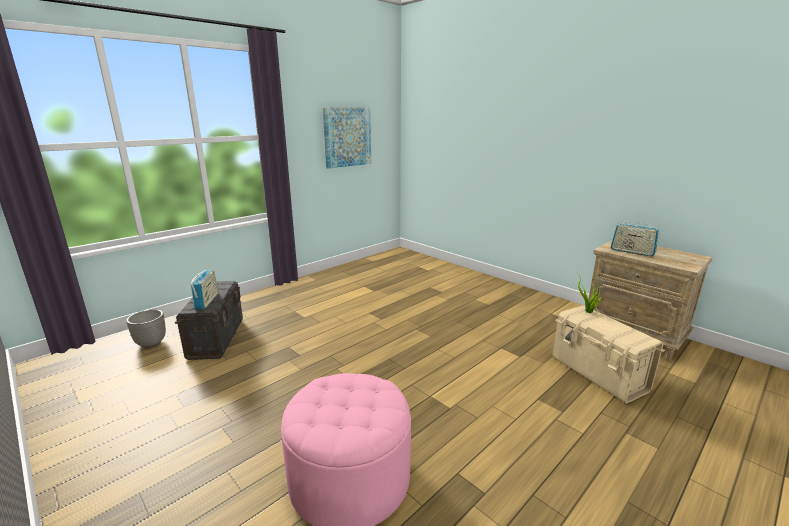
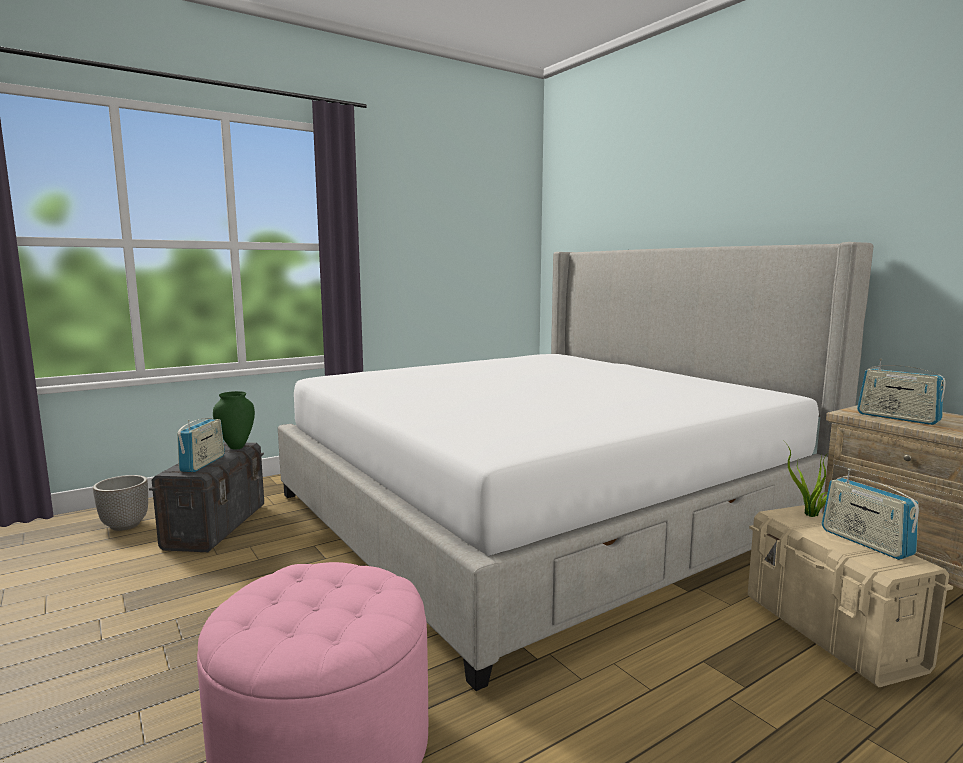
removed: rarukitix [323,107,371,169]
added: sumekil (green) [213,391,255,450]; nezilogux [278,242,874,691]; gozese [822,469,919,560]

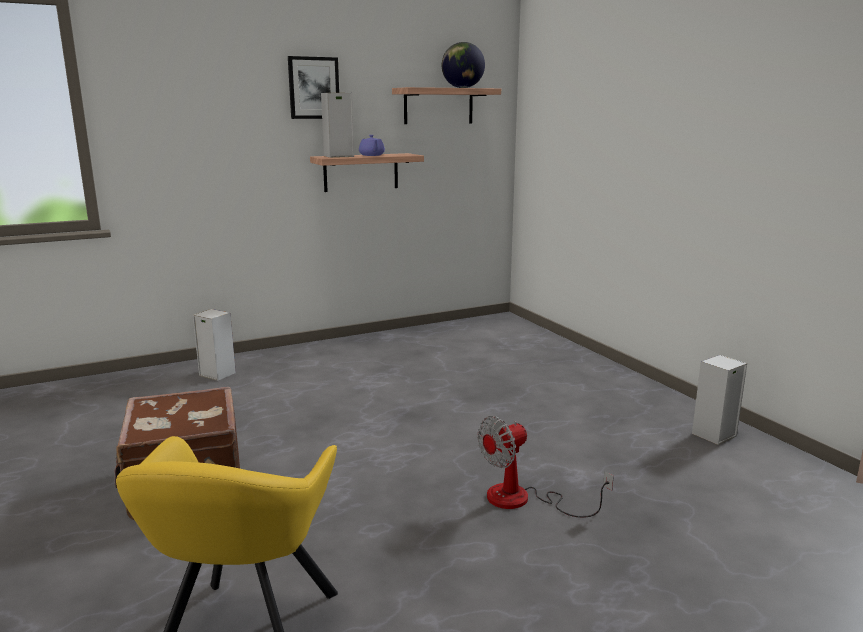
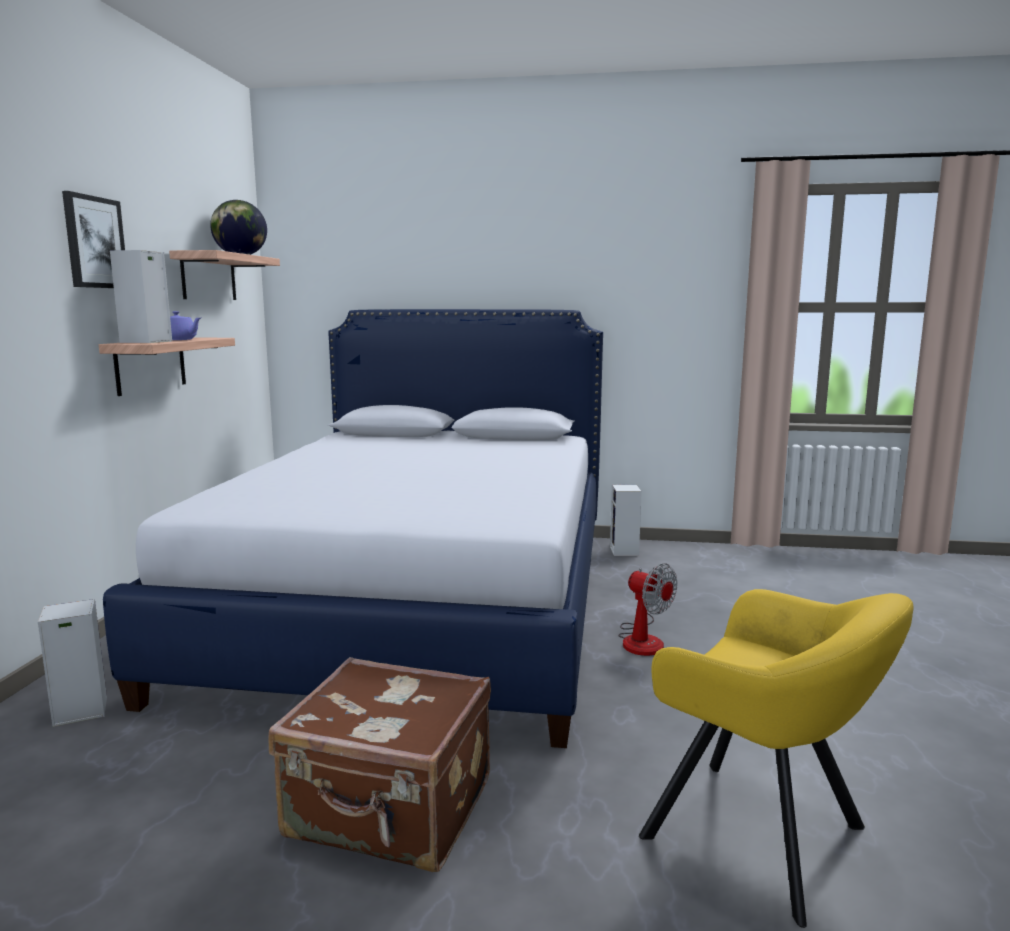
added: nezilogux [103,309,603,748]
turned: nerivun [477,416,614,518] = [618,563,677,656] 45 degrees counterclockwise

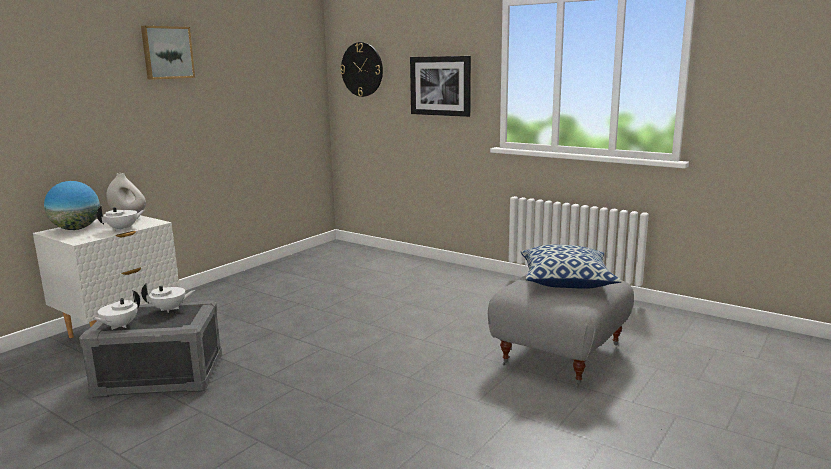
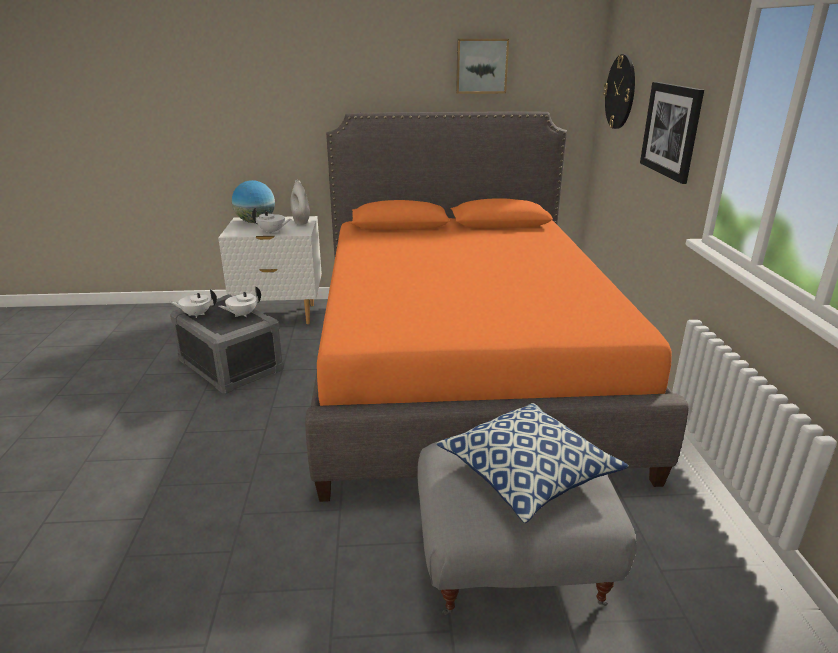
added: nezilogux (orange) [305,111,689,502]
moved: rarukitix [141,26,195,80] to [456,39,509,94]
turned: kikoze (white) [141,283,195,313] = [218,286,261,317] 105 degrees clockwise

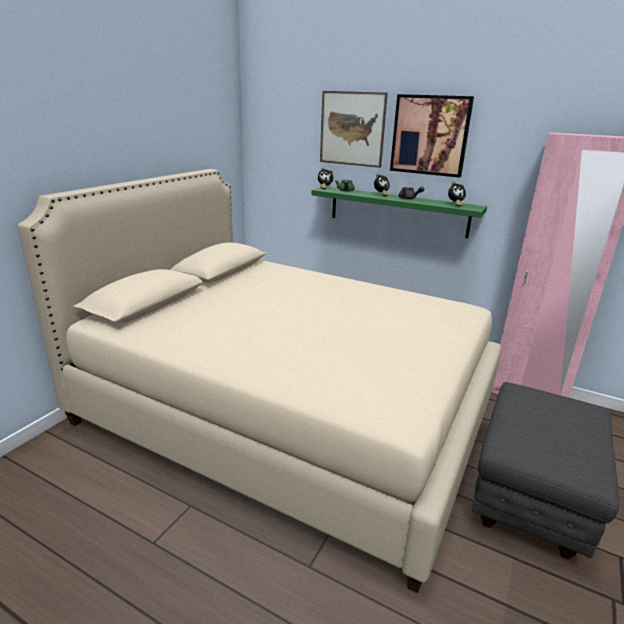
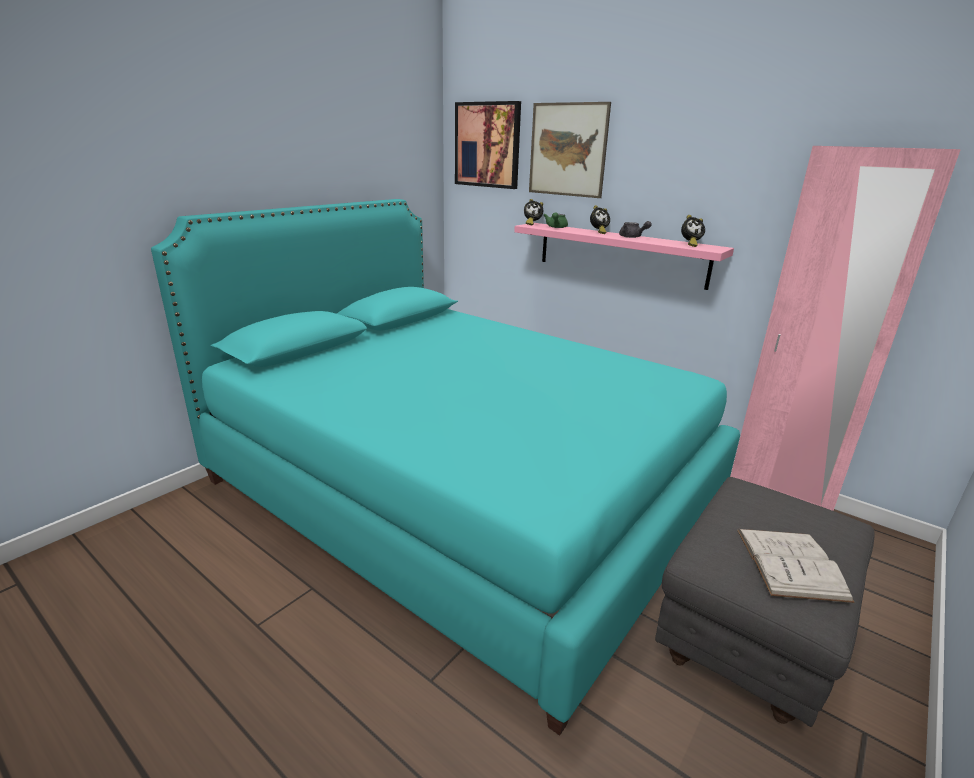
added: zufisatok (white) [737,529,855,603]
moved: rarukitix [390,94,474,178] to [455,101,521,189]
recoloured: nezilogux (beige) [18,169,502,593] to nezilogux (turquoise) [151,199,740,736]; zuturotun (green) [312,187,487,238] to zuturotun (pink) [514,223,734,290]

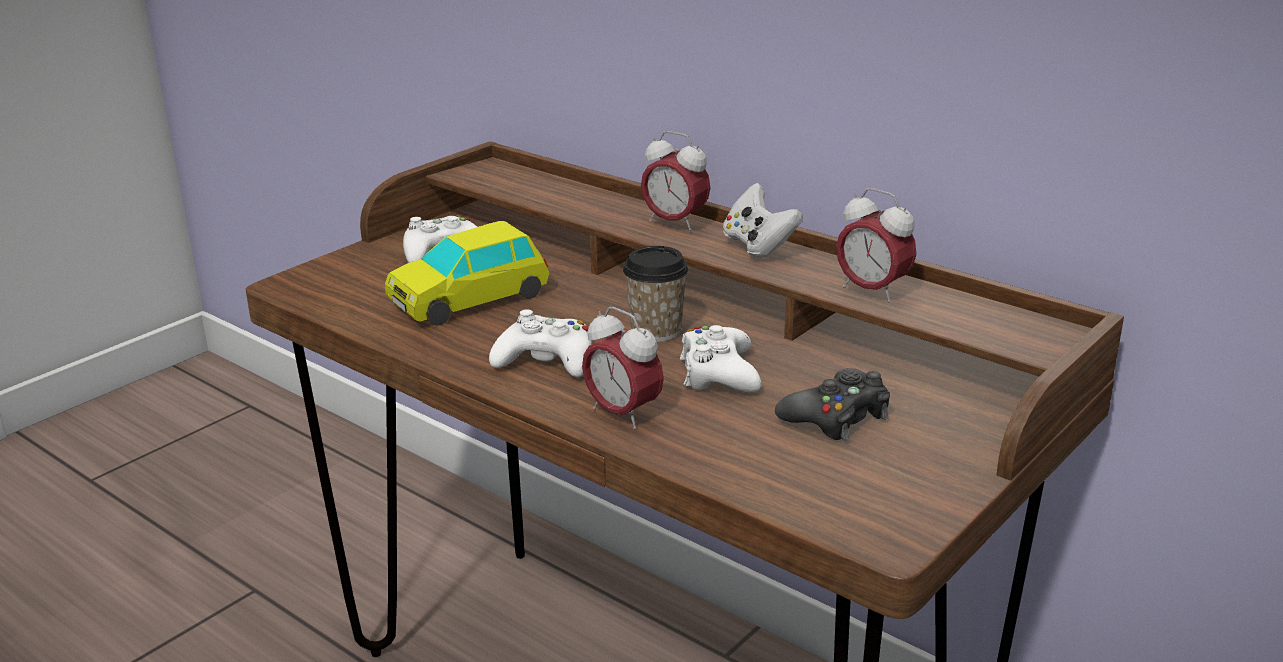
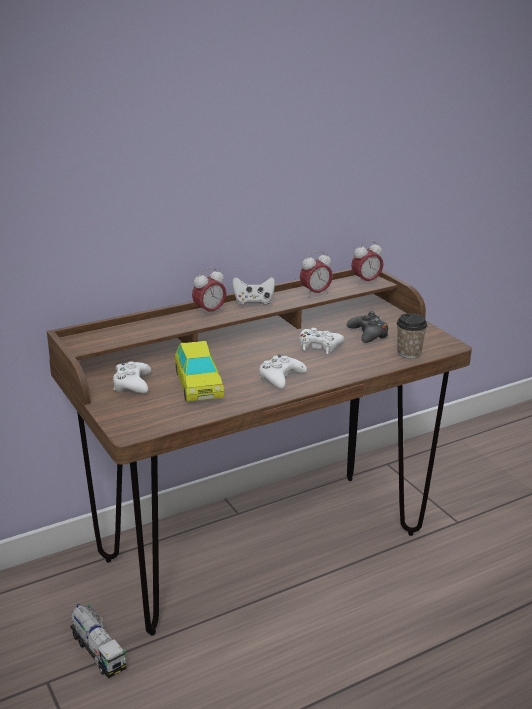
added: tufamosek [70,603,126,678]
moved: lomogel [582,307,664,429] to [351,240,383,285]; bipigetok [623,246,689,342] to [397,313,427,358]

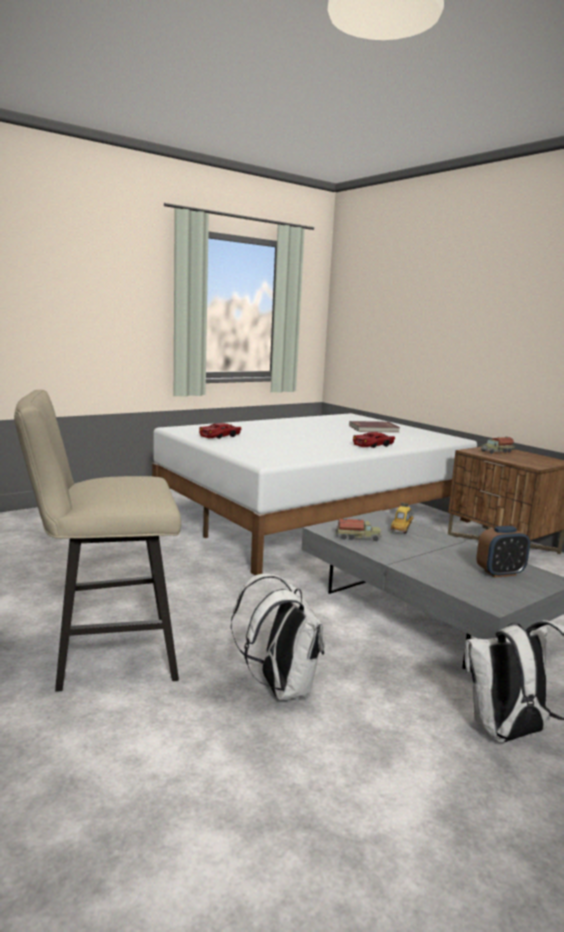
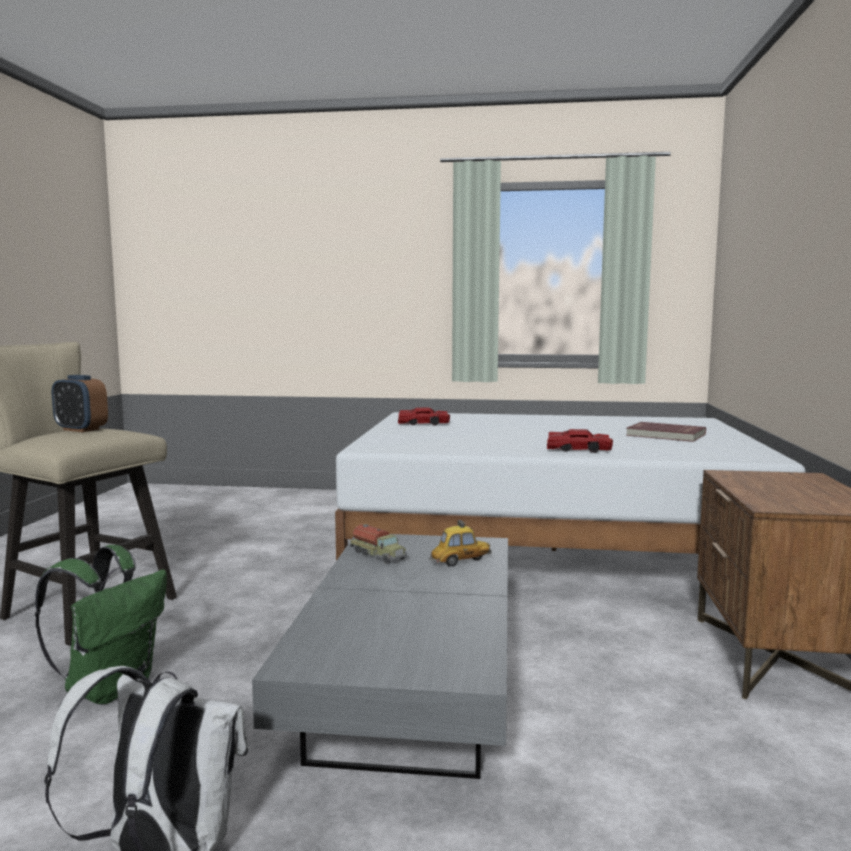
removed: tufamosek [481,437,515,454]
moved: lomogel [476,526,530,578] to [52,375,108,432]
recoloured: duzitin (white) [231,573,324,700] to duzitin (green) [35,545,167,704]

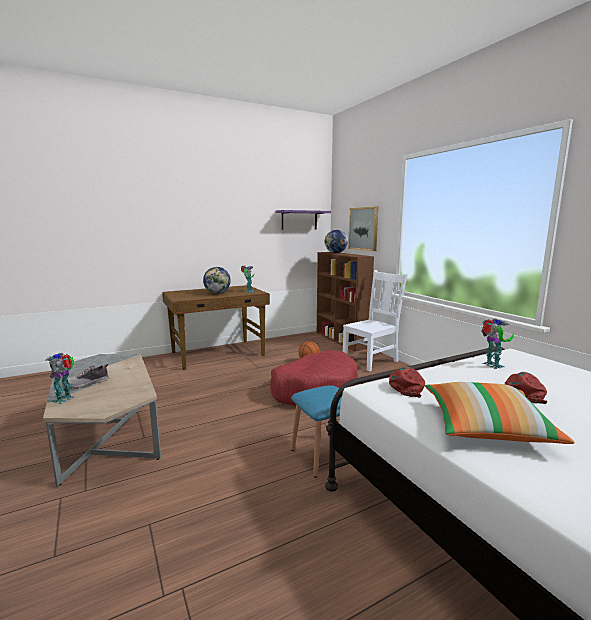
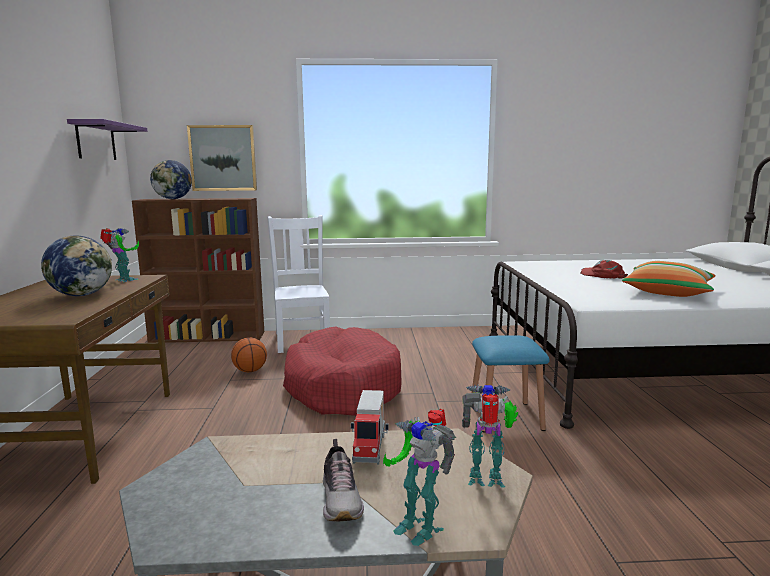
removed: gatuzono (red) [389,367,425,397]
added: tufamosek [351,390,389,465]
moved: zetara [481,319,514,369] to [462,384,518,488]

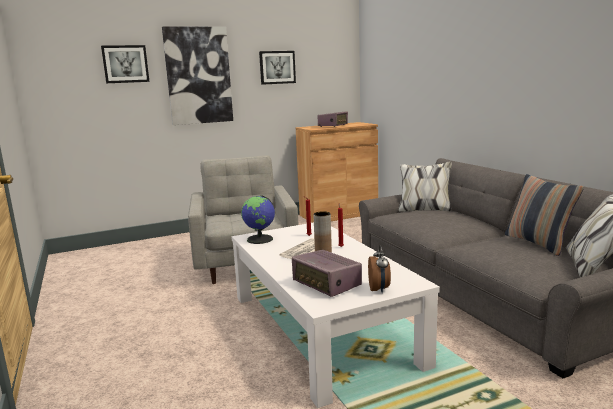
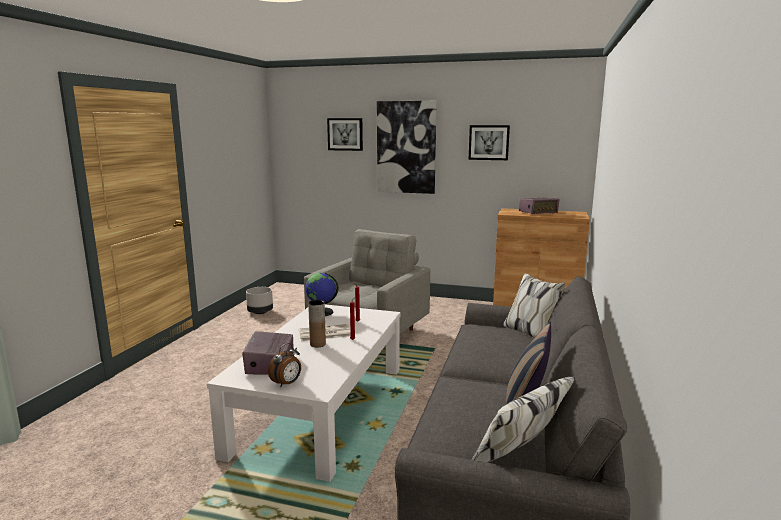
added: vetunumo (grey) [246,287,273,314]

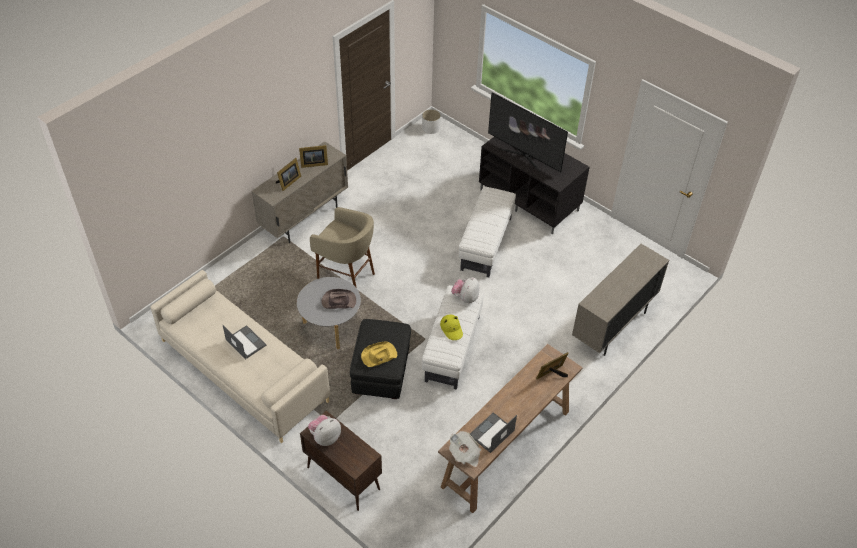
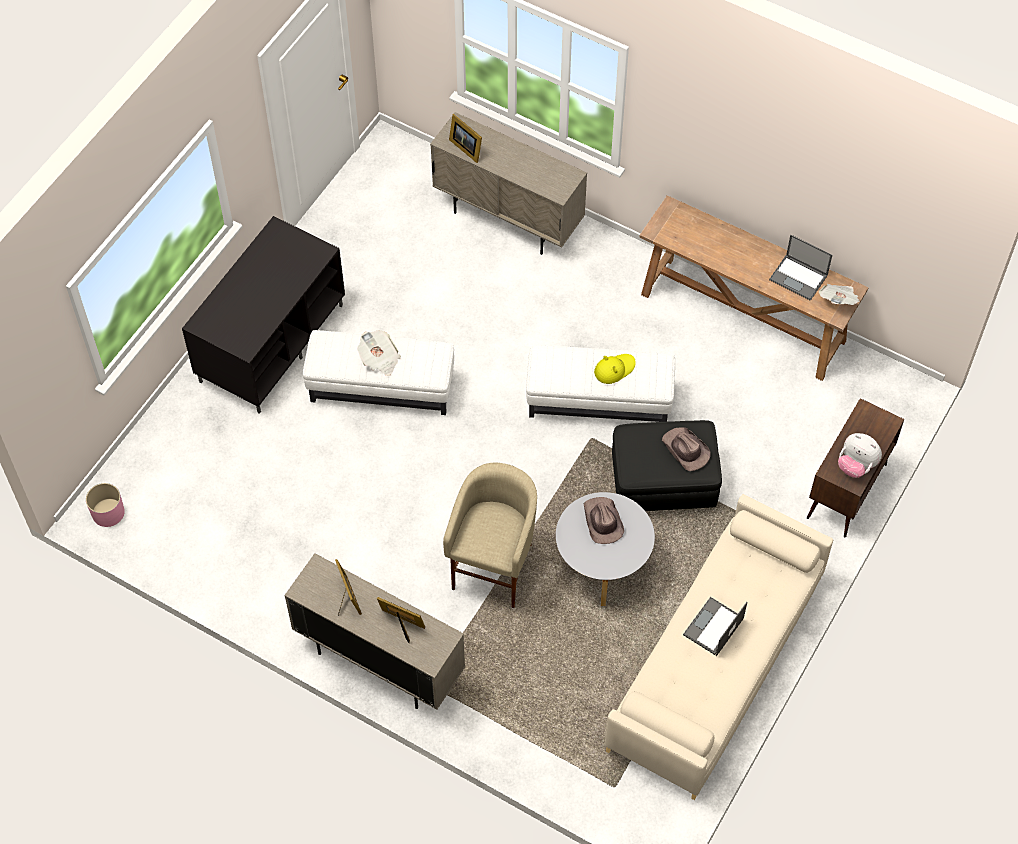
removed: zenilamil [451,277,479,303]; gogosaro [488,93,568,172]
added: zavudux [357,330,401,376]
moved: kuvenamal [536,352,569,379] to [449,114,482,163]
recoloured: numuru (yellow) [361,341,397,367] to numuru (brown) [662,427,710,471]; vetunumo (white) [422,110,441,134] to vetunumo (pink) [86,483,125,527]

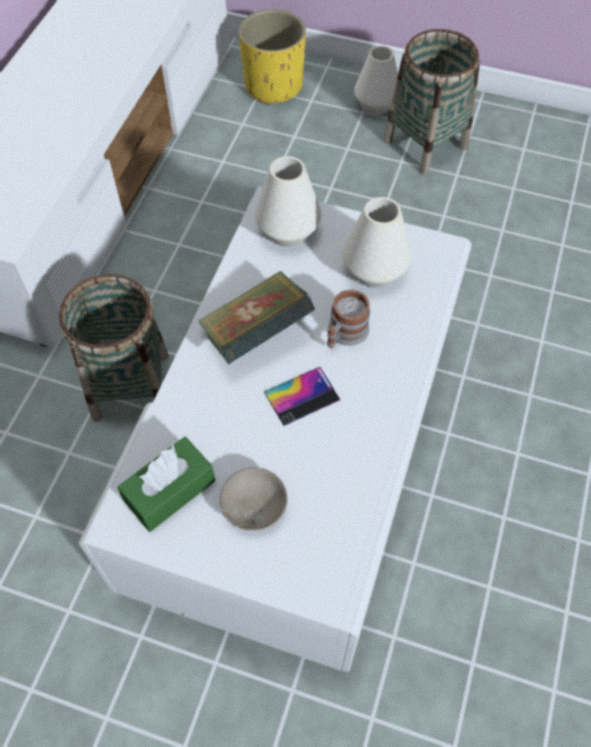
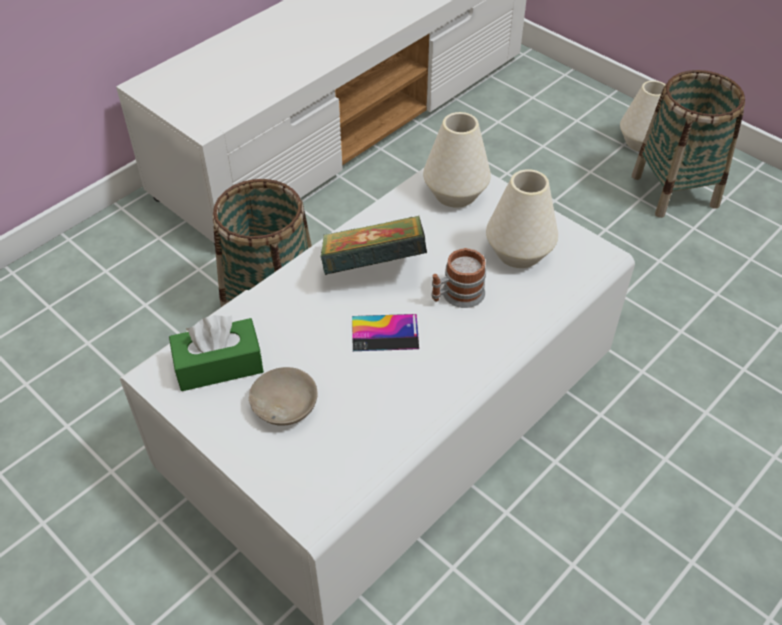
removed: vetunumo (yellow) [239,9,306,105]

